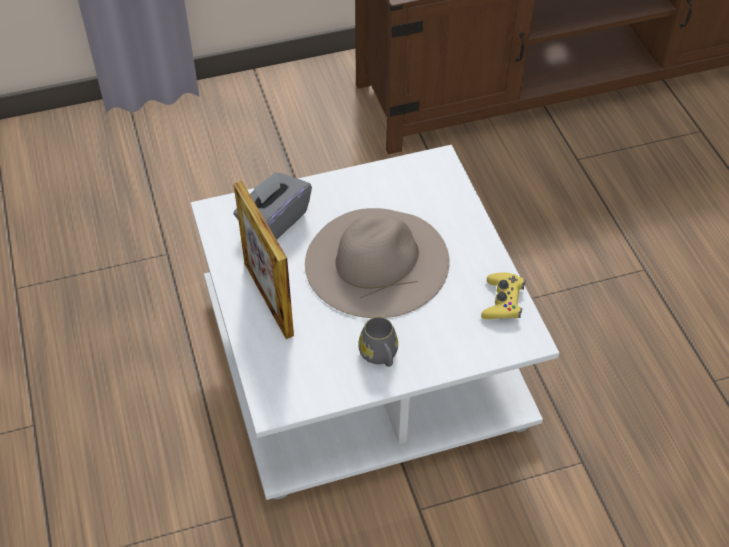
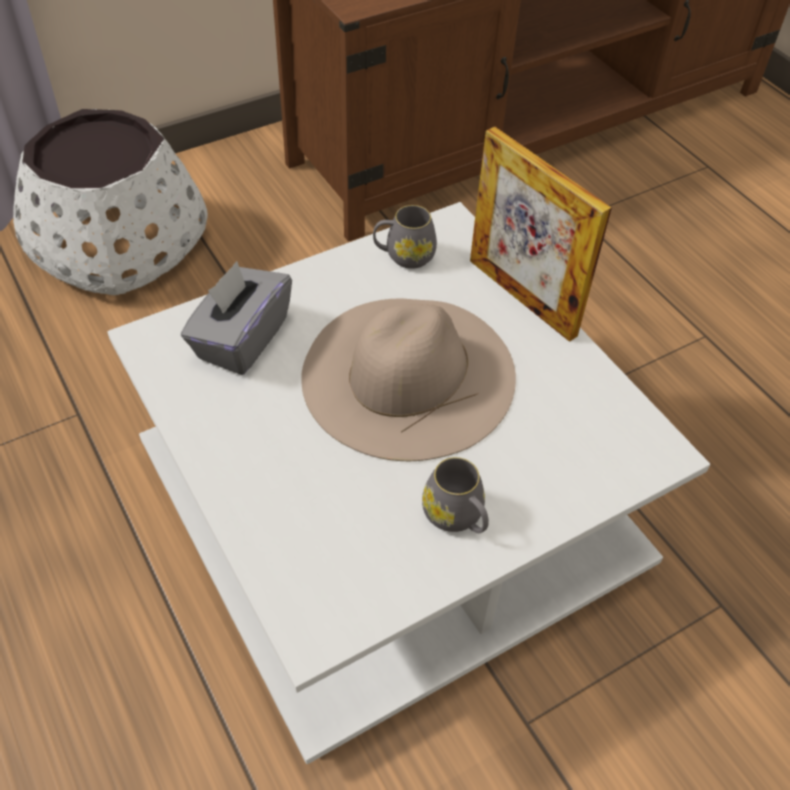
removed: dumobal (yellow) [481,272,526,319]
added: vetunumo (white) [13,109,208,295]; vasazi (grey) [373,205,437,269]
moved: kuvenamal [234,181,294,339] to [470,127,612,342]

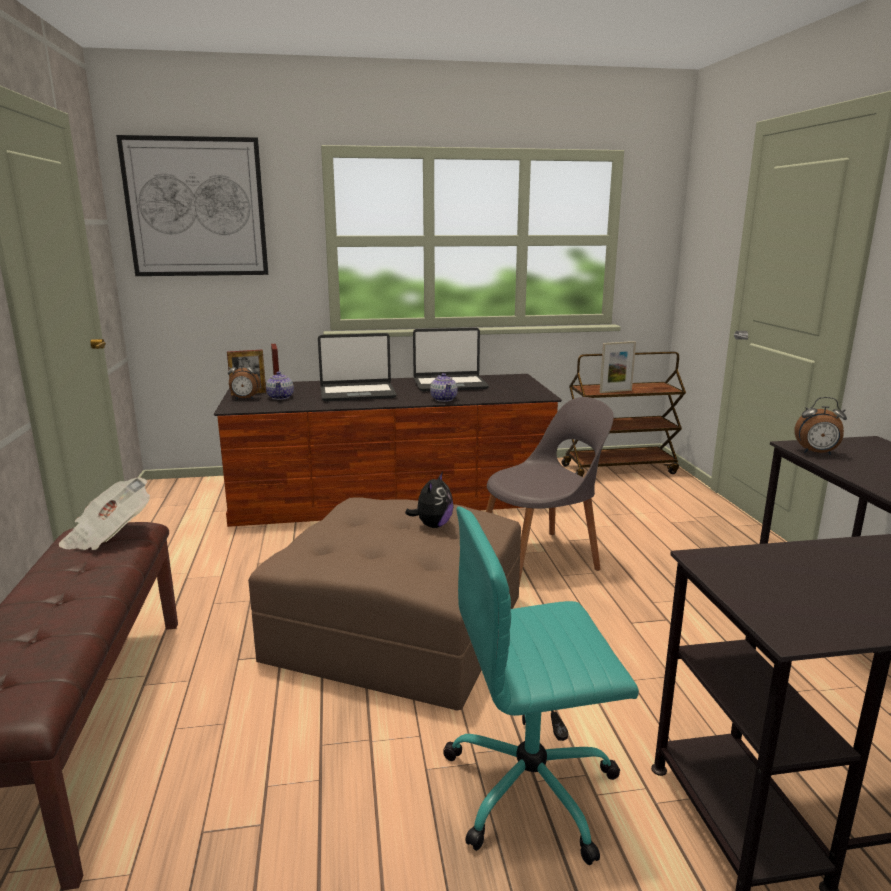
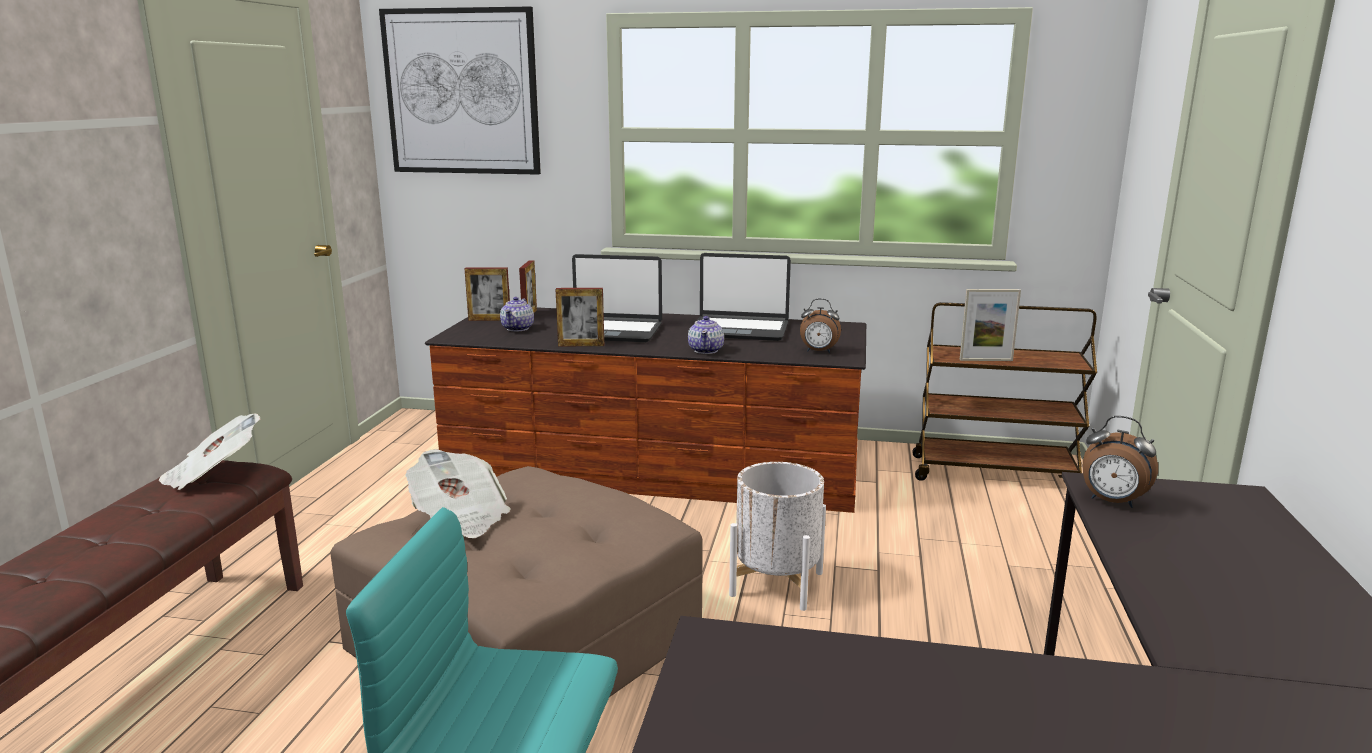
removed: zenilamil [405,472,454,528]
added: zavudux [405,449,511,538]; kuvenamal [556,288,604,346]
moved: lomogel [228,359,260,400] to [800,299,841,353]
replaced: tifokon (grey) [486,397,614,586] to vetunumo (white) [729,462,826,611]

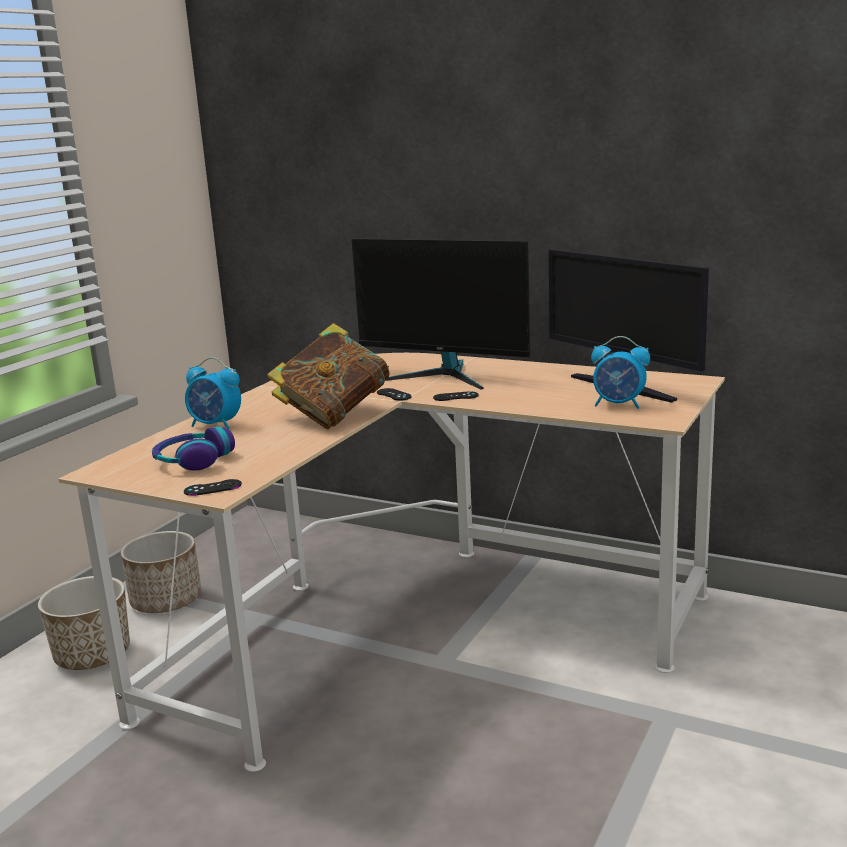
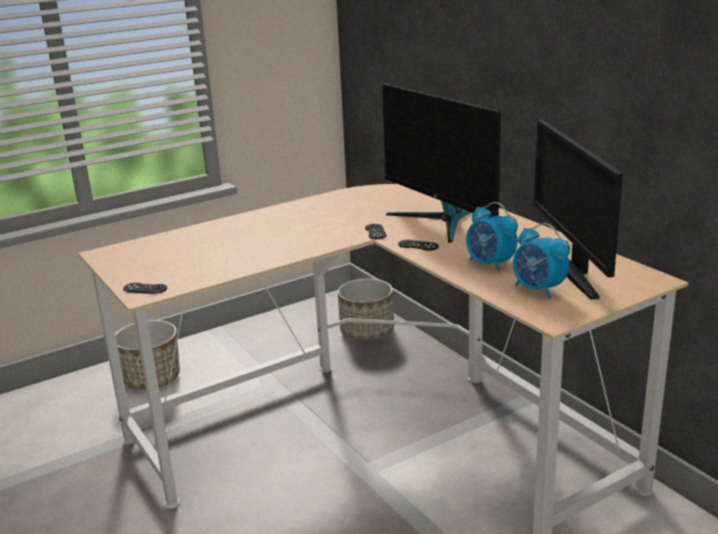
removed: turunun [152,427,235,471]; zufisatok [267,323,390,429]
moved: vetunumo [121,531,201,613] to [338,279,394,341]; lomogel [185,357,241,429] to [466,202,518,272]

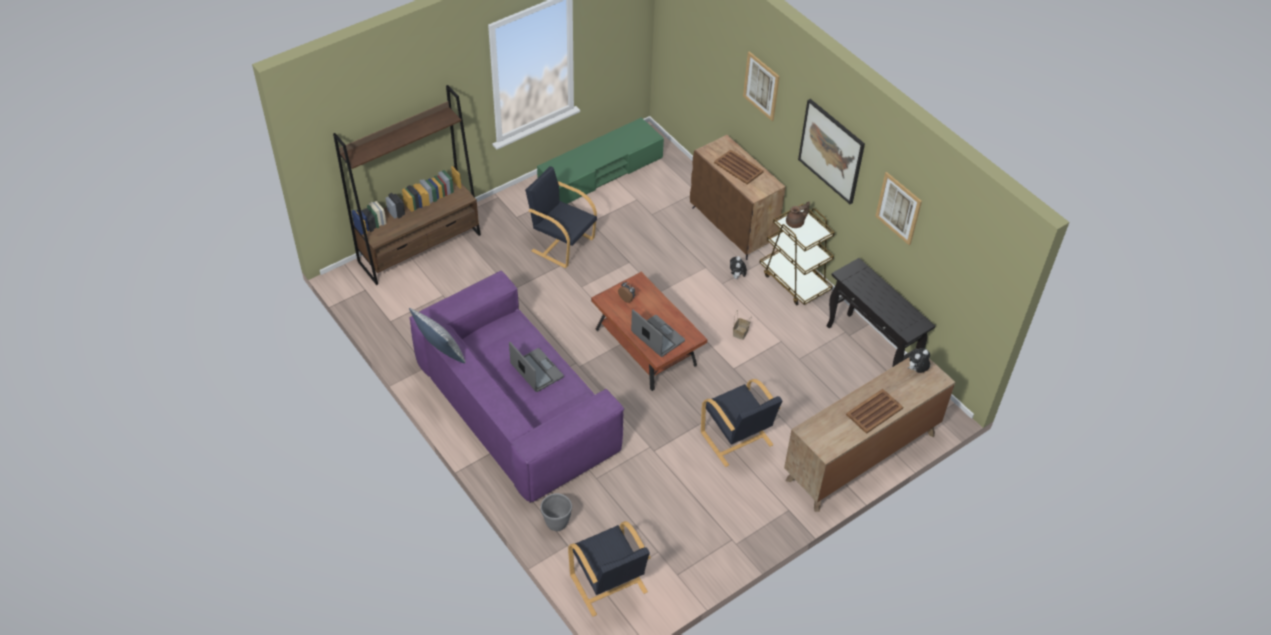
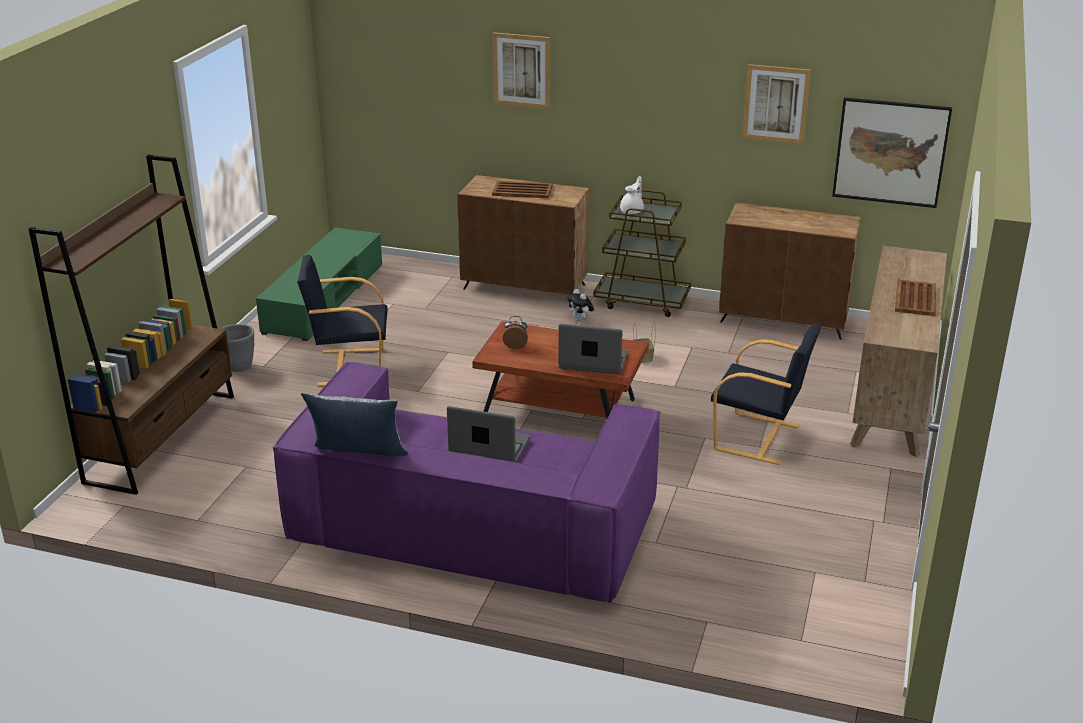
removed: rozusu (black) [568,521,651,617]; zenilamil [908,348,930,373]
moved: vetunumo (grey) [540,493,572,531] to [221,324,254,372]; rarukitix [798,99,865,204] to [832,97,952,208]
replaced: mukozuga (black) [826,258,935,367] to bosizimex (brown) [719,203,861,339]
recoloured: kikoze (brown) [786,201,810,228] to kikoze (white) [620,176,644,214]

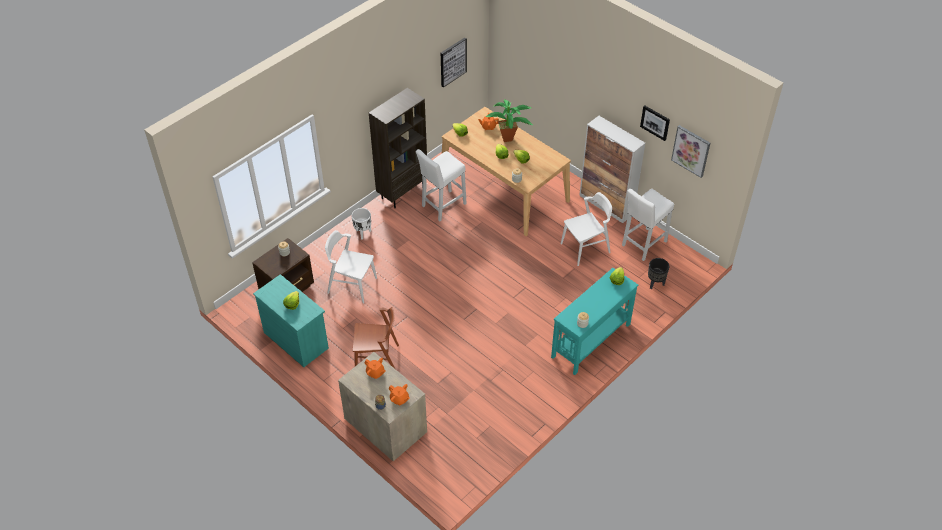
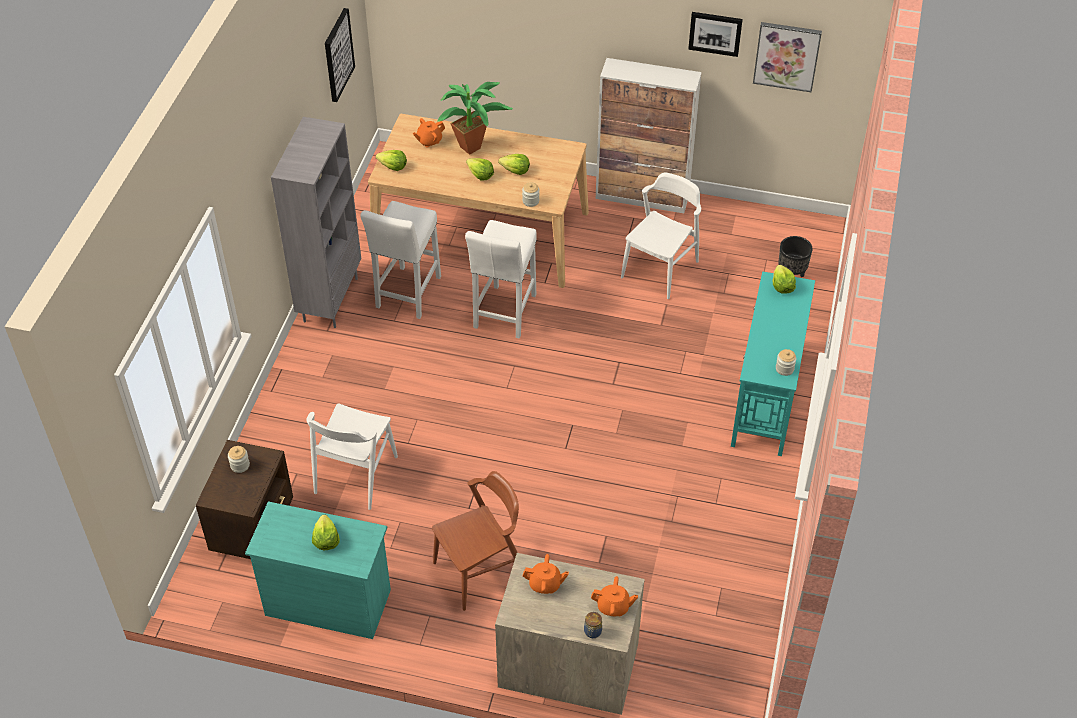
removed: vetunumo (white) [351,208,371,240]
moved: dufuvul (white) [622,189,674,261] to [465,220,537,339]
recoloured: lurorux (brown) [369,88,427,208] to lurorux (grey) [271,117,361,328]
turned: tifokon (white) [325,230,377,304] = [307,403,398,510] 60 degrees counterclockwise

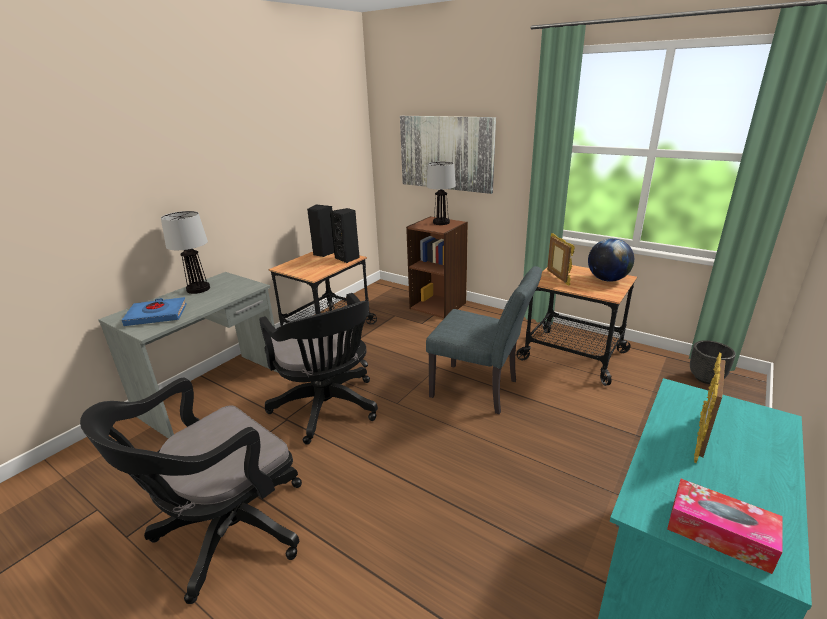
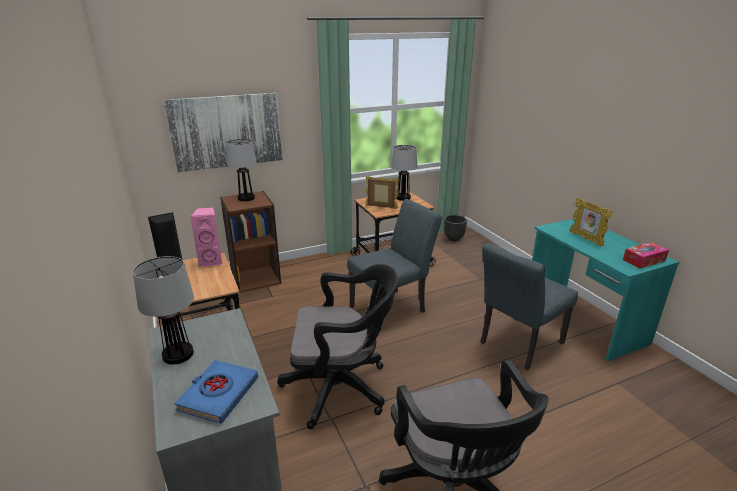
added: tifokon (grey) [481,243,578,370]
replaced: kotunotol [588,238,634,282] to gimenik [391,145,417,201]
recoloured: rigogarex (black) [330,208,360,263] to rigogarex (pink) [190,207,223,267]

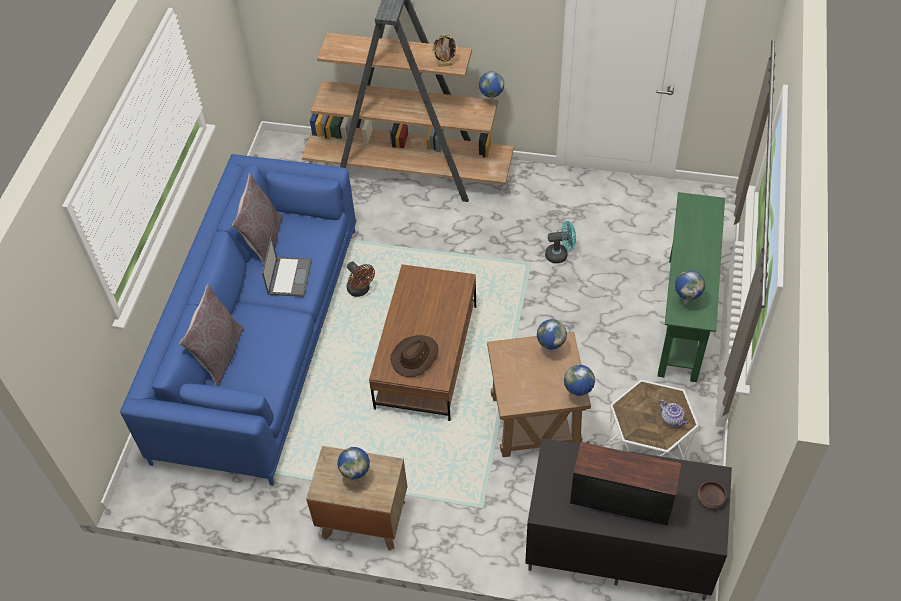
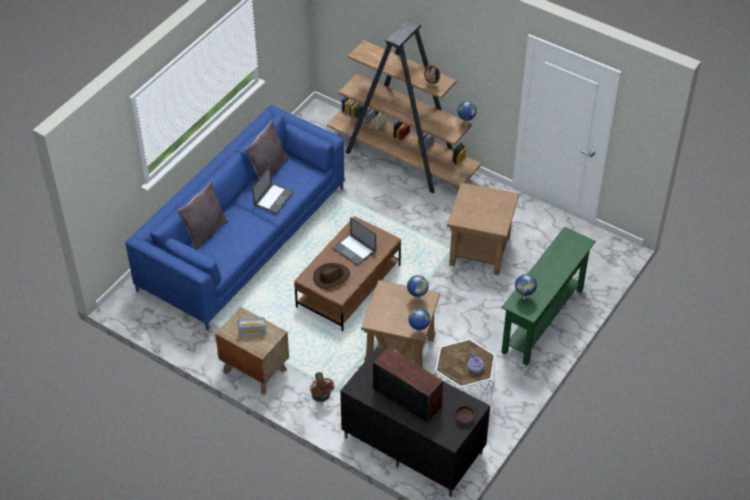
added: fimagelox [332,217,376,266]
moved: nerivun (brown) [346,261,375,297] to [310,372,335,402]
replaced: kotunotol [337,447,370,480] to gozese [238,317,266,336]; nerivun (turquoise) [545,221,576,263] to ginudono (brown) [447,182,519,276]

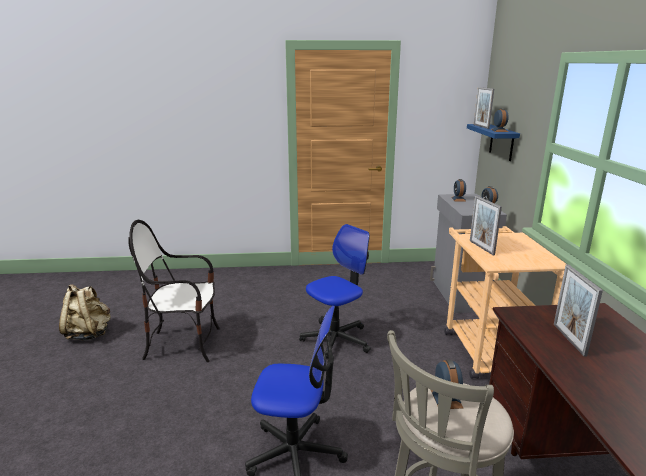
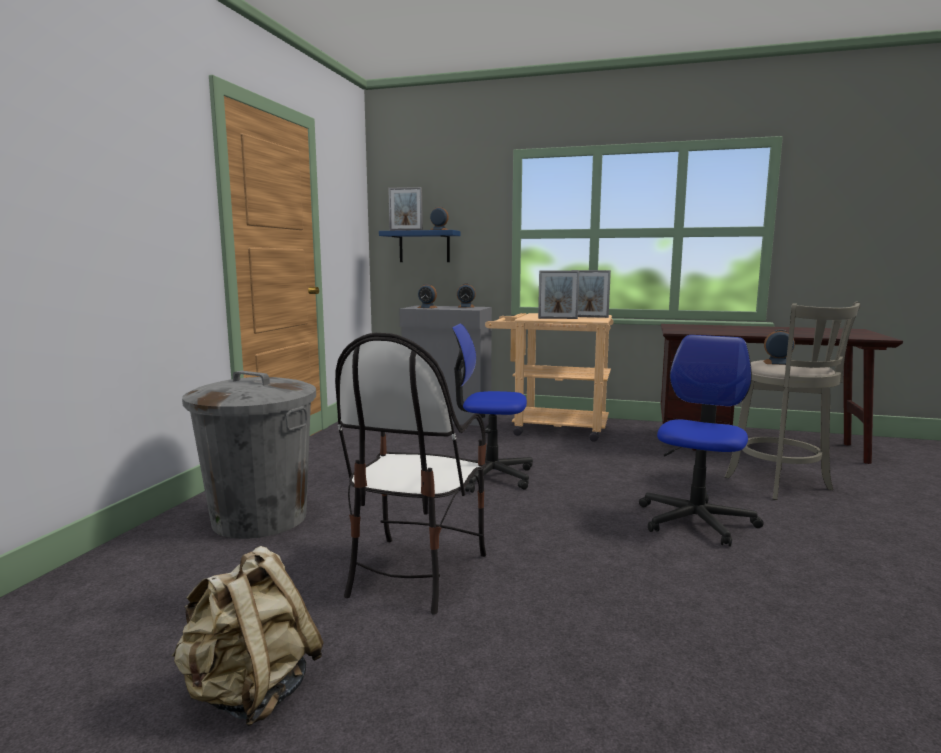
added: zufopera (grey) [182,371,316,539]
moved: kuvenamal [554,264,603,357] to [578,270,611,318]
turned: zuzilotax [299,224,371,359] = [452,324,533,493] 60 degrees counterclockwise

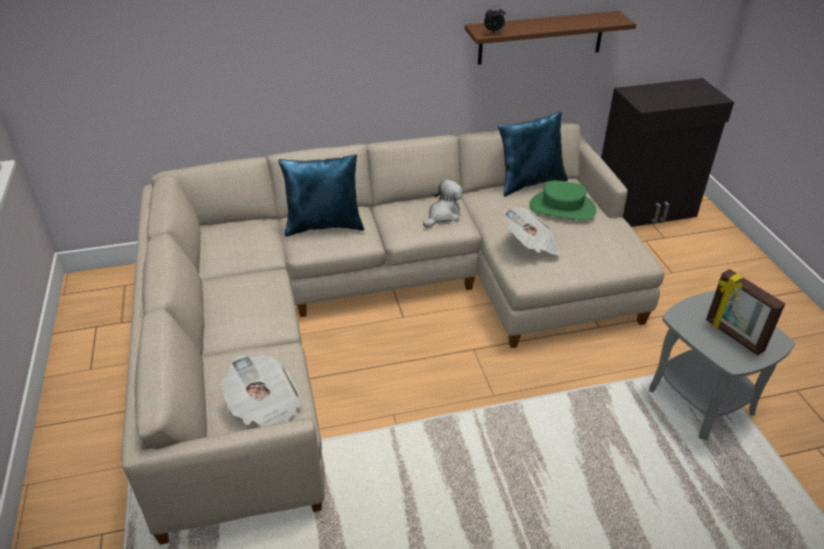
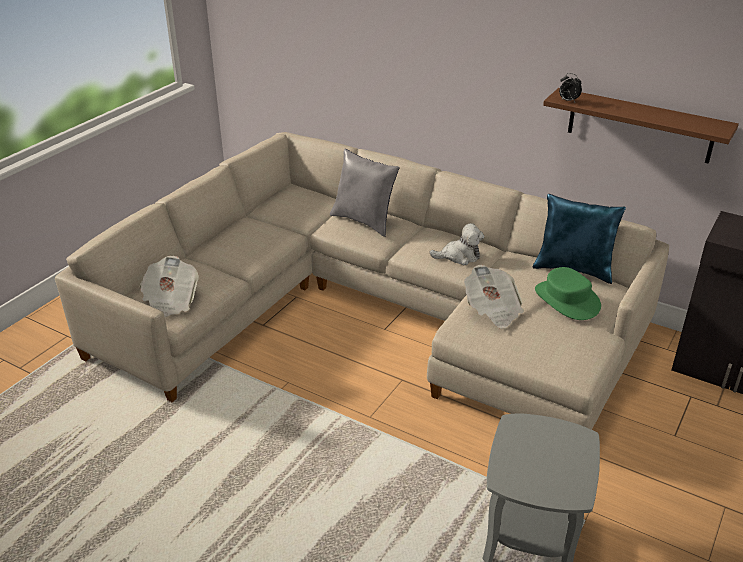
removed: kuvenamal [706,269,785,355]
recoloured: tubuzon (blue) [278,154,364,236] to tubuzon (grey) [330,149,400,237]

